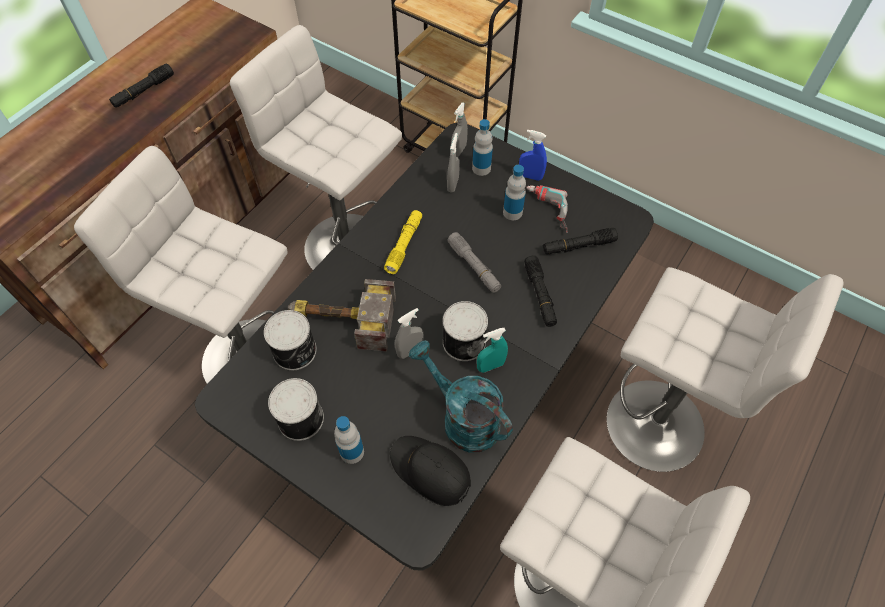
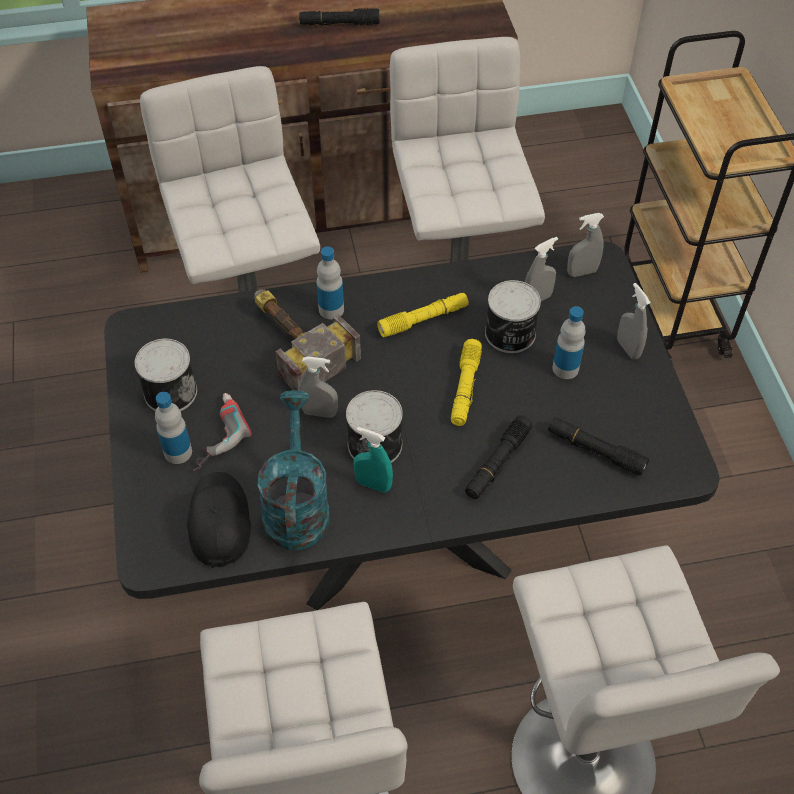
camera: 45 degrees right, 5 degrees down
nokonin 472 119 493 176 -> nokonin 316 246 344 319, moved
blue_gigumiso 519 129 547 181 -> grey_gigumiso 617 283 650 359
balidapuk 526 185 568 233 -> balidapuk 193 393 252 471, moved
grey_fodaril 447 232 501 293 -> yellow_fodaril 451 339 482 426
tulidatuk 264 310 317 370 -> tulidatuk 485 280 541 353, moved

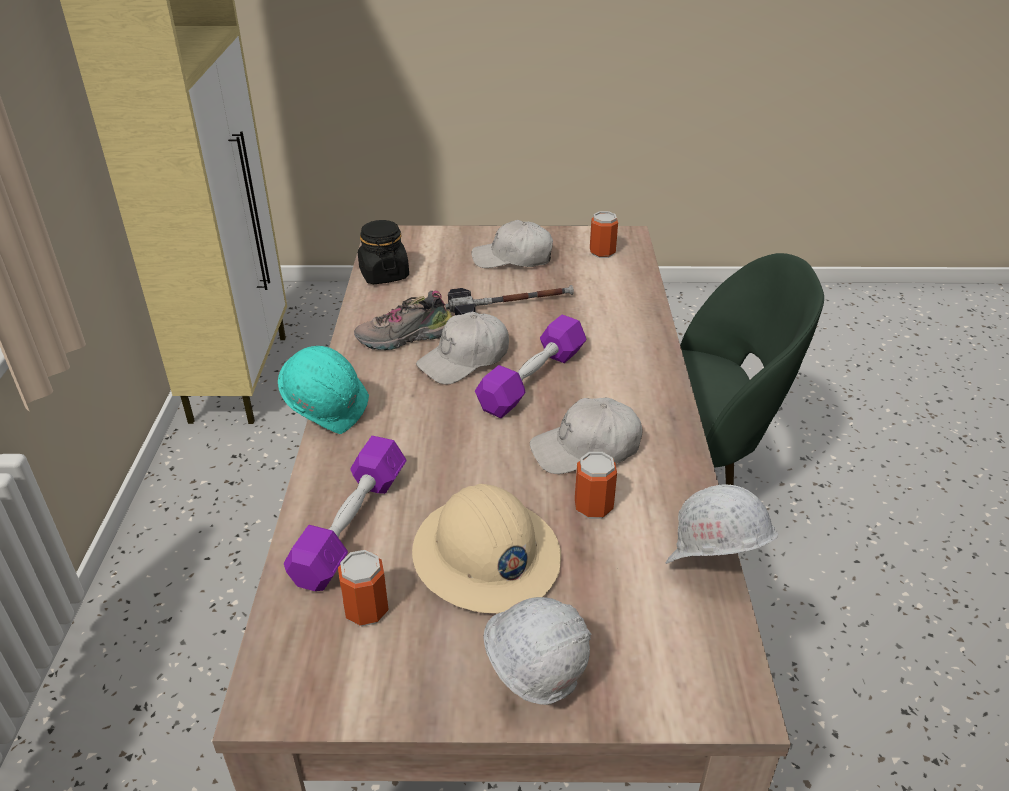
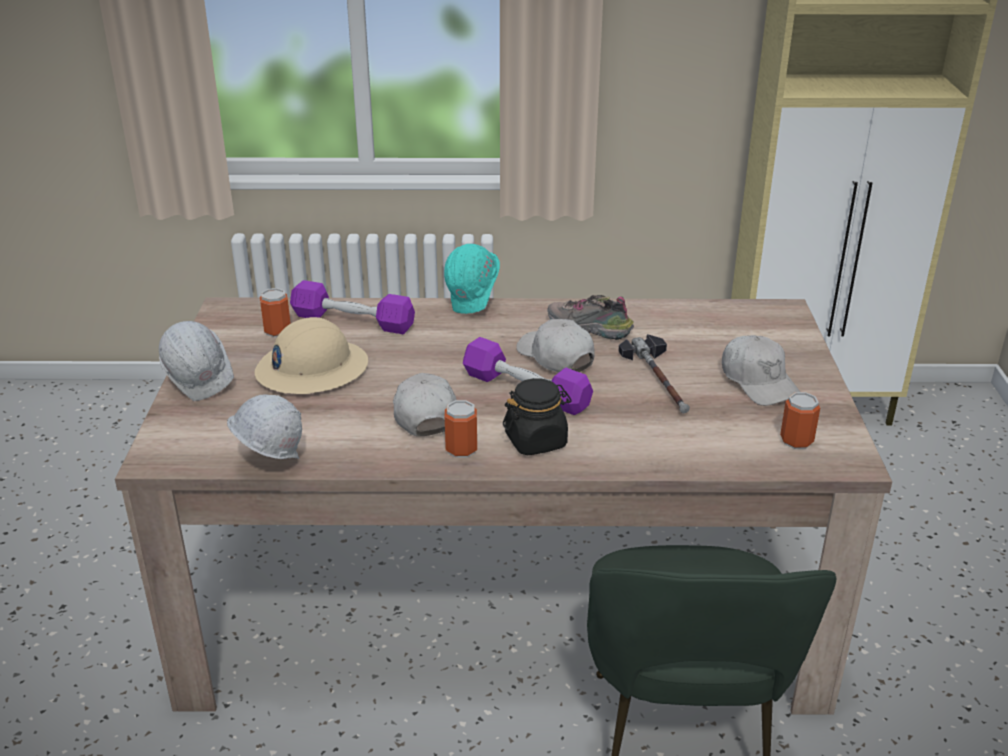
camera: 90 degrees right, 5 degrees down
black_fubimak 358 220 409 284 -> black_fubimak 503 378 572 455, moved
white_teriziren 472 220 553 268 -> white_teriziren 722 335 800 406, 150 degrees clockwise
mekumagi 354 291 452 350 -> mekumagi 547 295 634 340, 45 degrees counterclockwise
tulidatuk 575 452 617 519 -> tulidatuk 445 400 477 458, moved

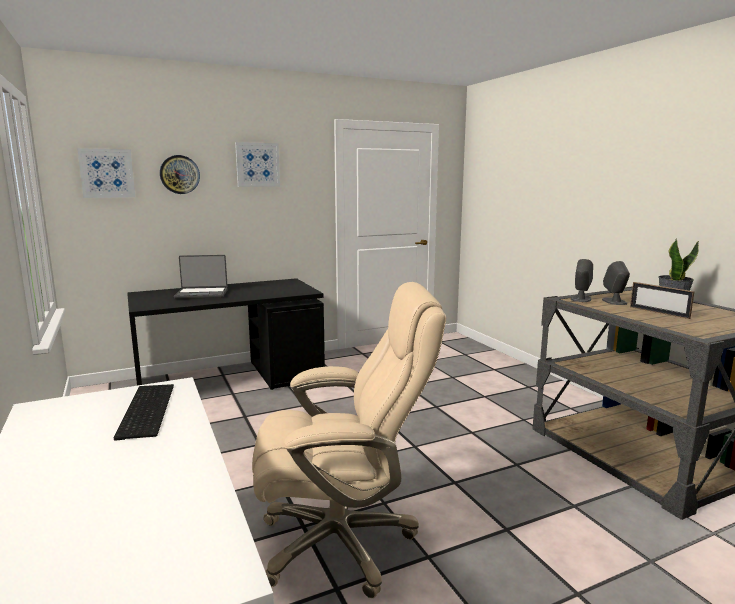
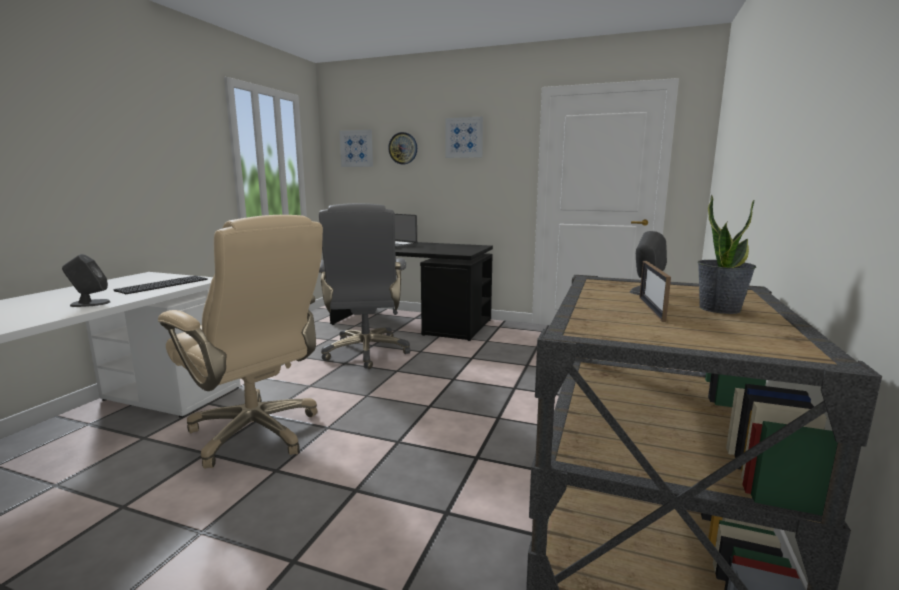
camera: 45 degrees right, 0 degrees up
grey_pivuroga 571 259 593 302 -> grey_pivuroga 62 254 111 307, moved
none -> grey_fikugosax 319 203 410 369

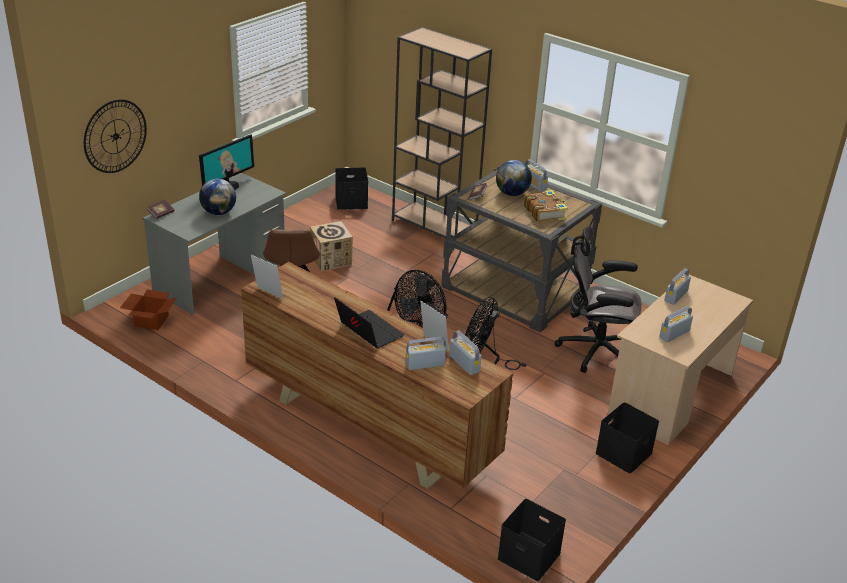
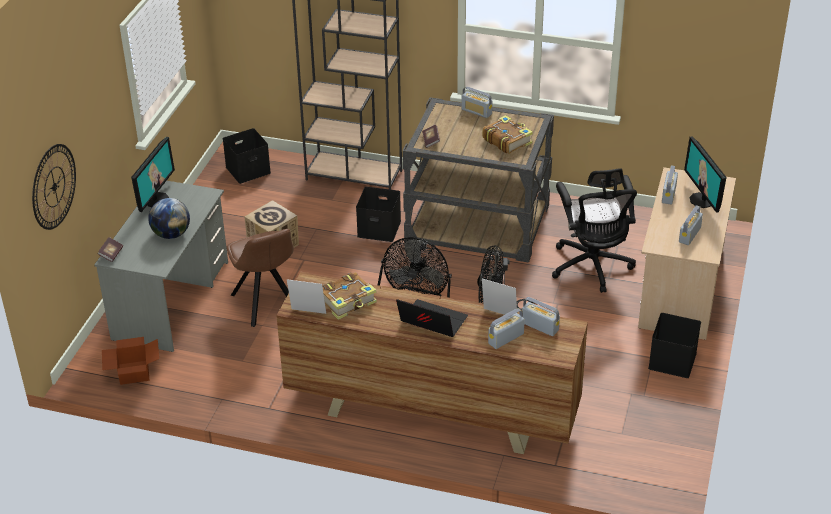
camera: 20 degrees left, 5 degrees up
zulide 496 160 532 196 -> none
fikugosax 555 227 642 373 -> fikugosax 552 168 637 293, 90 degrees counterclockwise
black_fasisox 498 499 566 581 -> black_fasisox 356 187 401 242, moved
none -> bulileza 684 136 726 213
none -> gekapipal 322 272 377 320

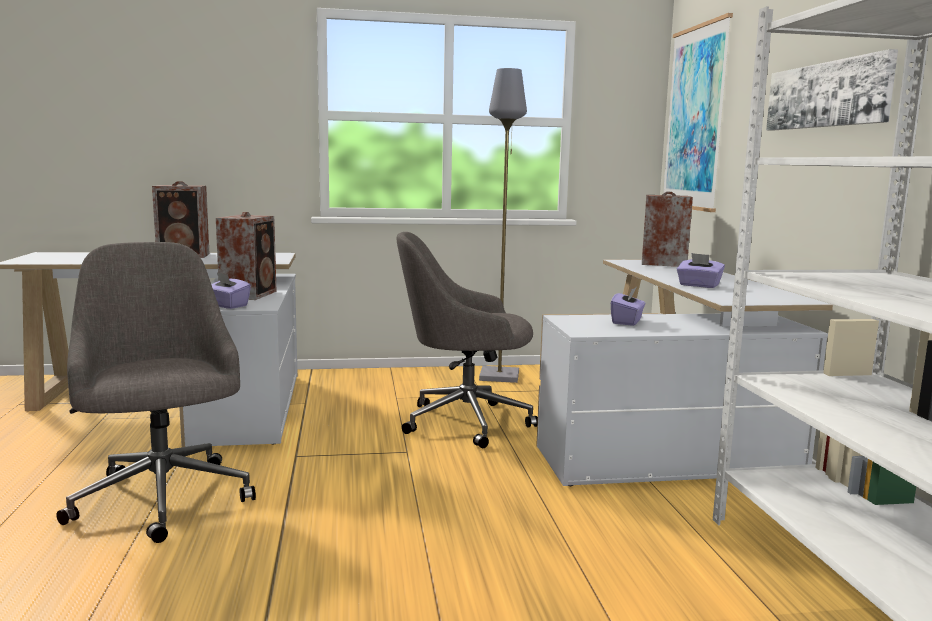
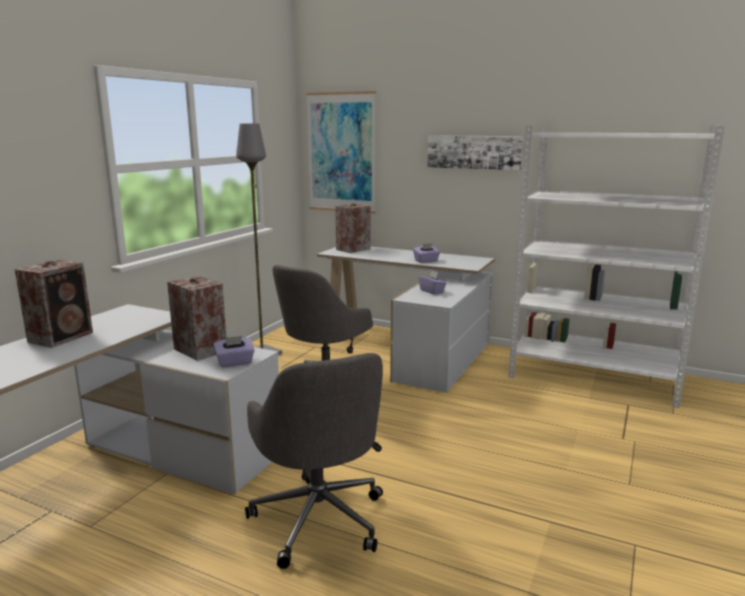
camera: 55 degrees left, 5 degrees up
grey_fikugosax 56 242 256 543 -> grey_fikugosax 245 353 383 569, 120 degrees counterclockwise

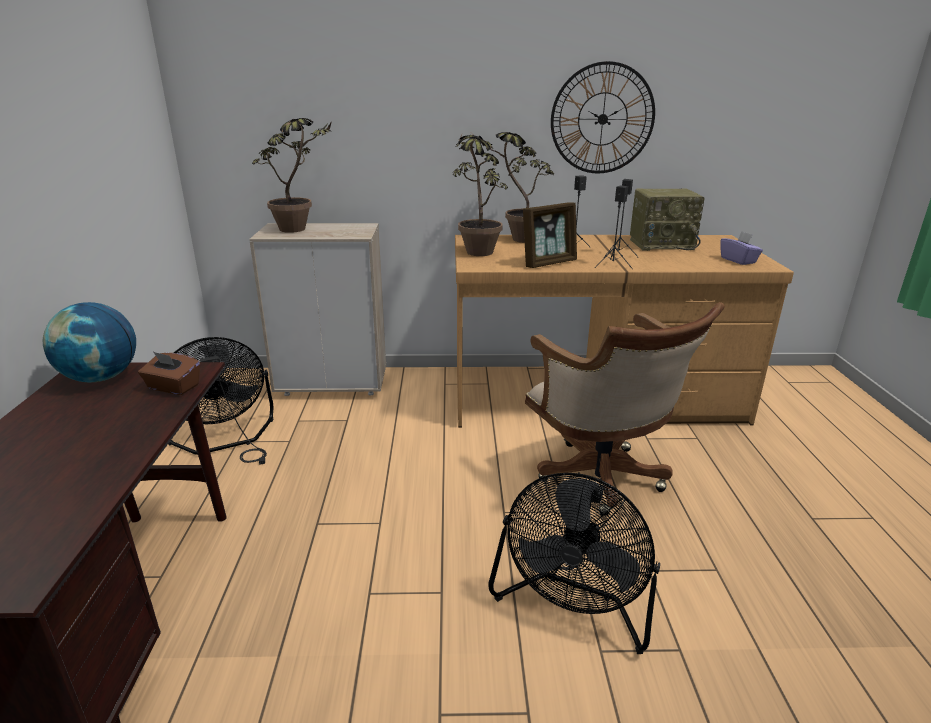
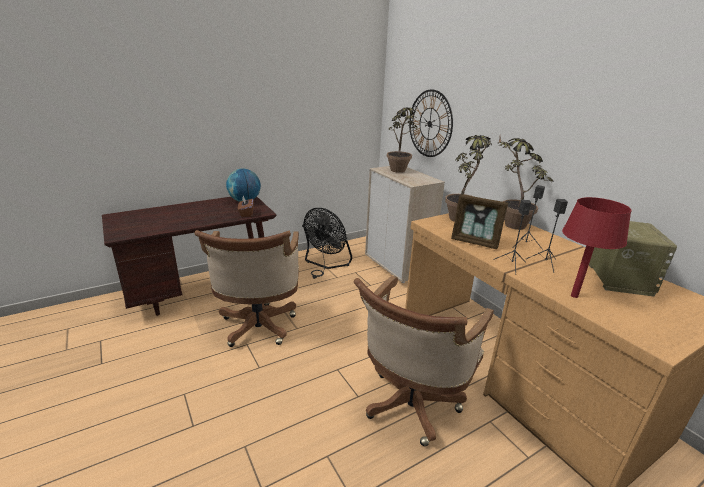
camera: 60 degrees right, 0 degrees up
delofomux 551 61 655 173 -> delofomux 409 89 453 157, moved
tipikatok 630 188 705 251 -> tipikatok 589 221 677 297, 135 degrees counterclockwise
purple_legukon 720 231 763 265 -> none
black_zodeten 488 472 660 654 -> none
none -> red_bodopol 562 197 632 298
none -> fikugosax 194 230 299 347

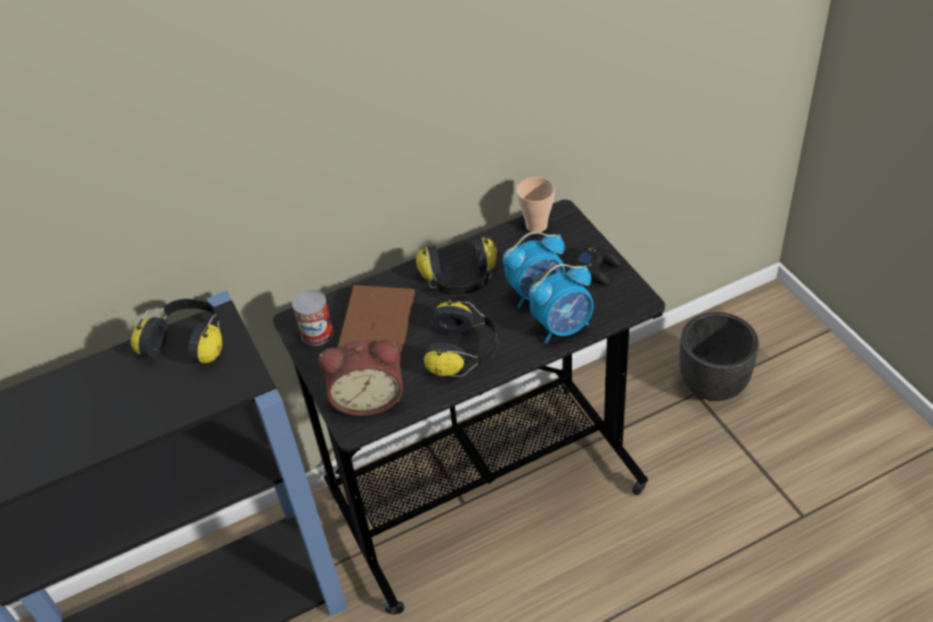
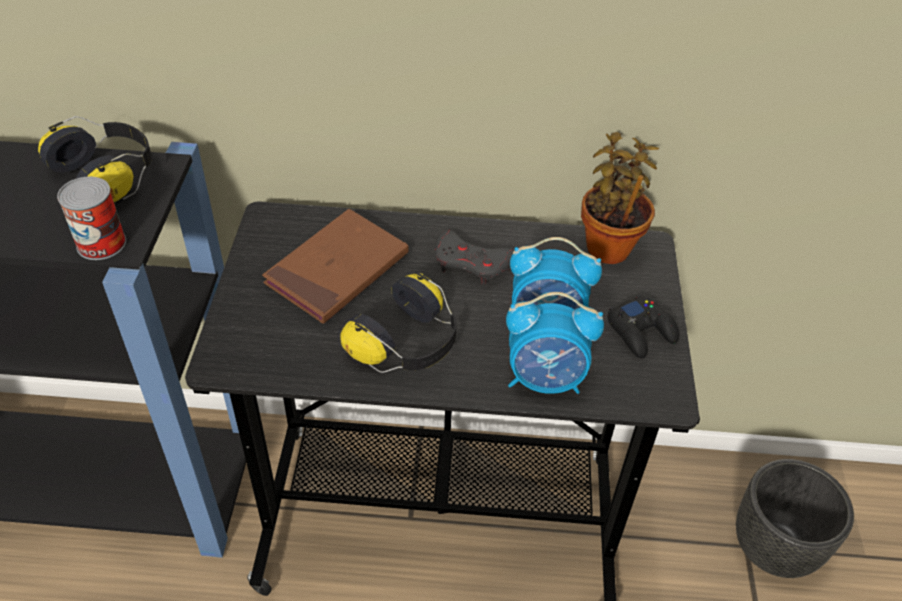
camera: 25 degrees right, 0 degrees up
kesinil 516 177 555 232 -> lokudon 581 132 659 264
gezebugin 416 237 497 296 -> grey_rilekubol 435 230 514 285
tulidatuk 292 290 334 346 -> tulidatuk 57 176 126 260, moved
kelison 318 340 403 416 -> none

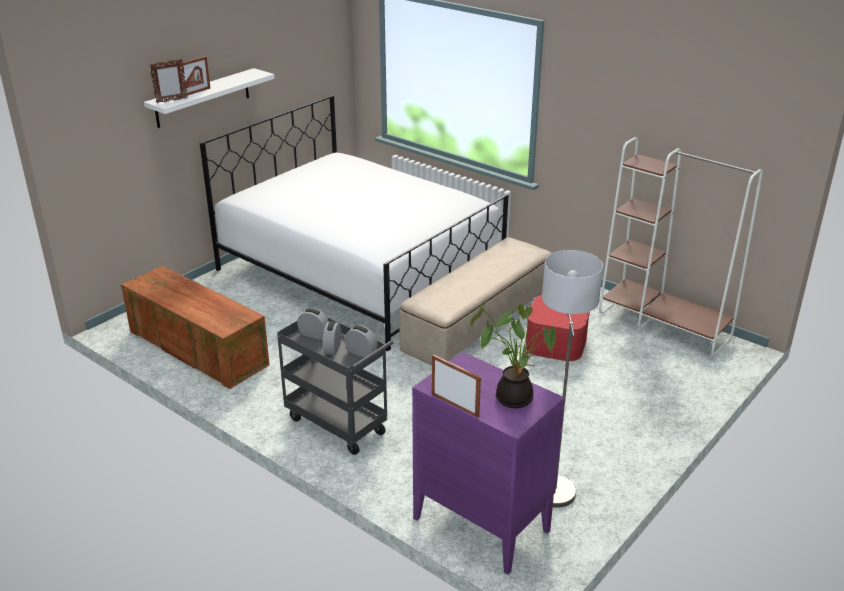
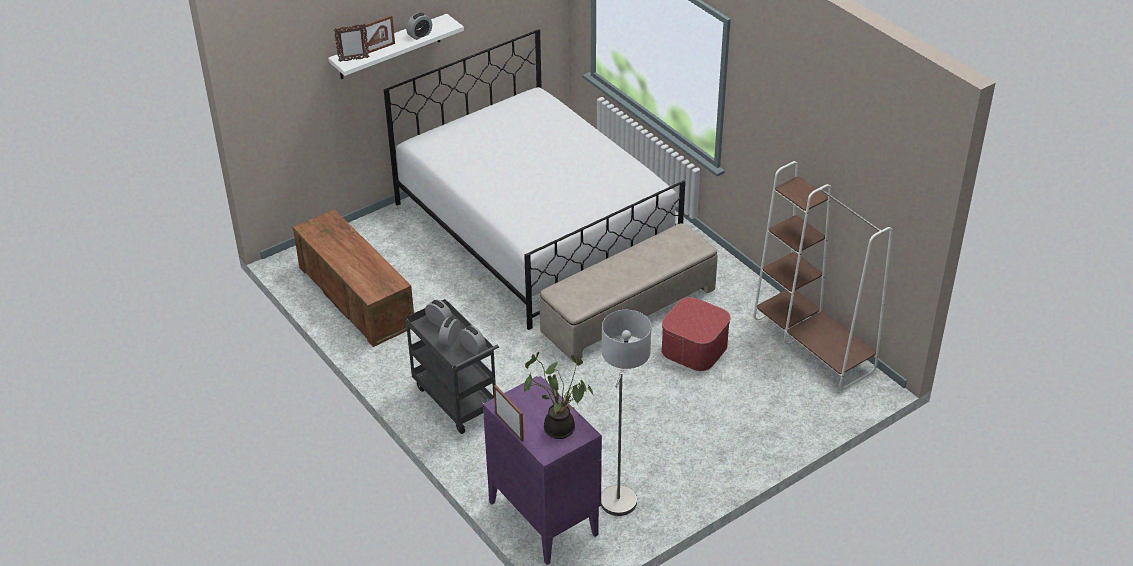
camera: 15 degrees right, 10 degrees up
none -> kelison 406 13 432 40

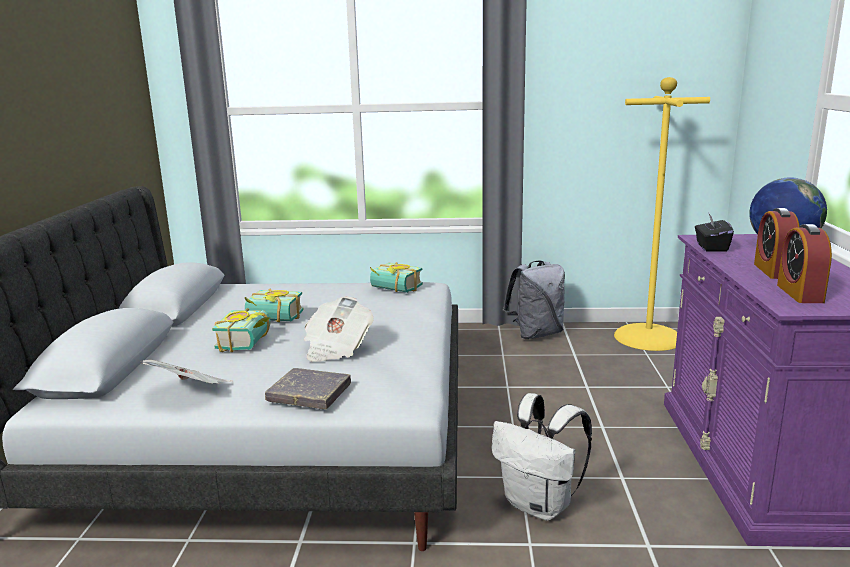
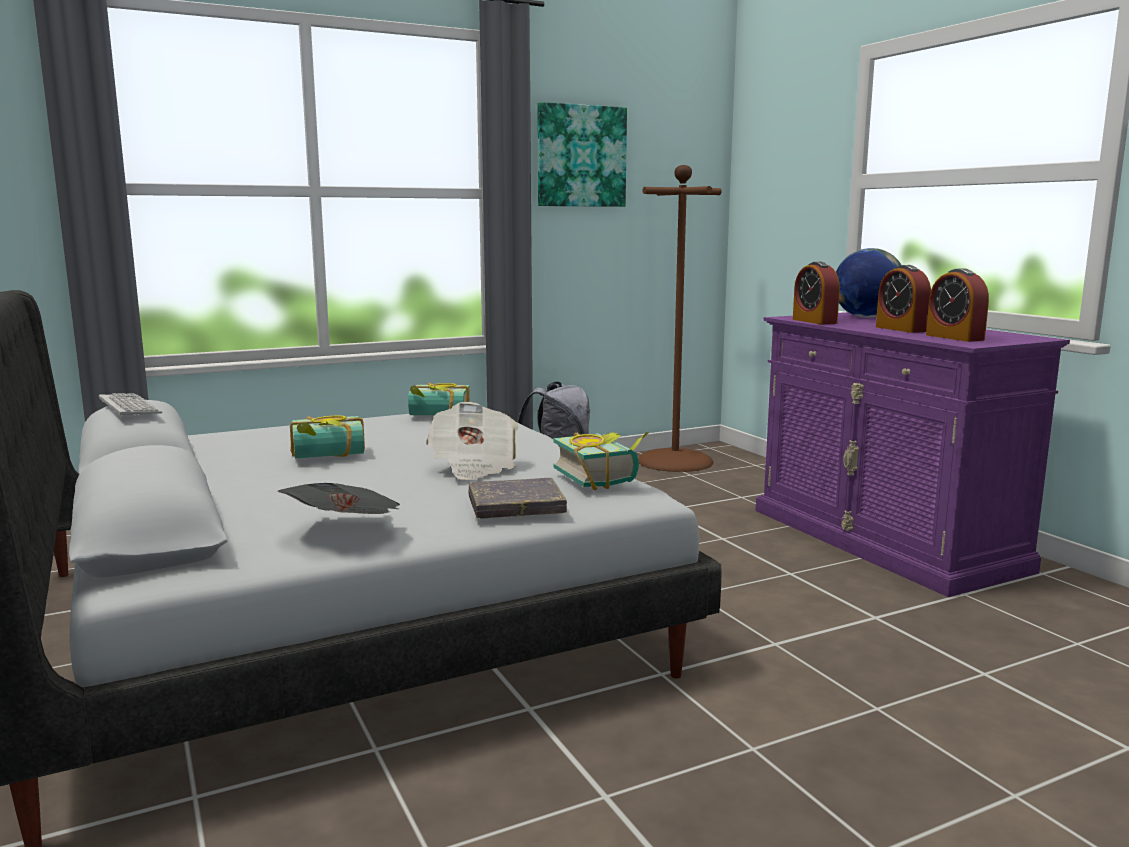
camera: 30 degrees left, 5 degrees down
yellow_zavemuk 614 77 710 351 -> brown_zavemuk 638 165 722 472
black_legukon 695 212 734 252 -> kelison 793 262 840 325
gekapipal 212 308 271 352 -> gekapipal 554 432 648 490, moved
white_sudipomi 491 393 592 520 -> none
none -> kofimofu 537 102 627 207
none -> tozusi 99 393 162 417

